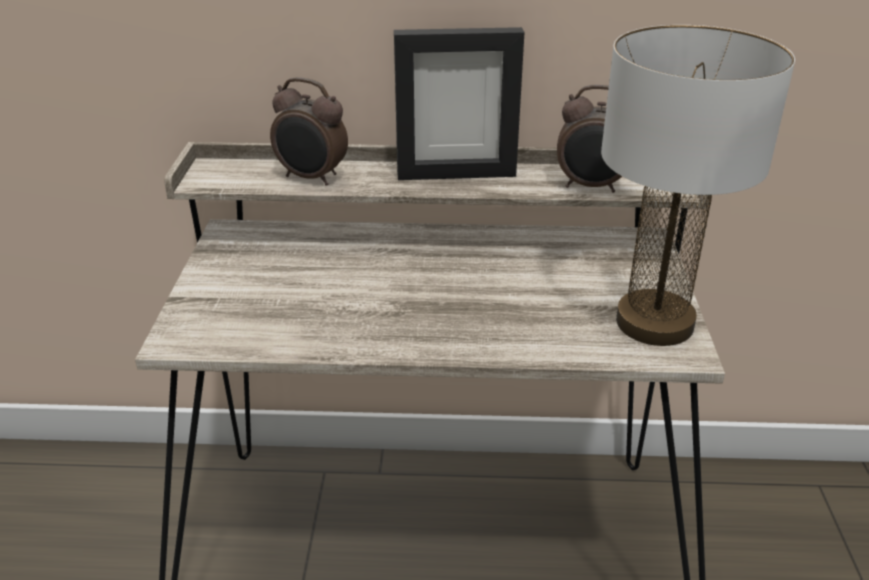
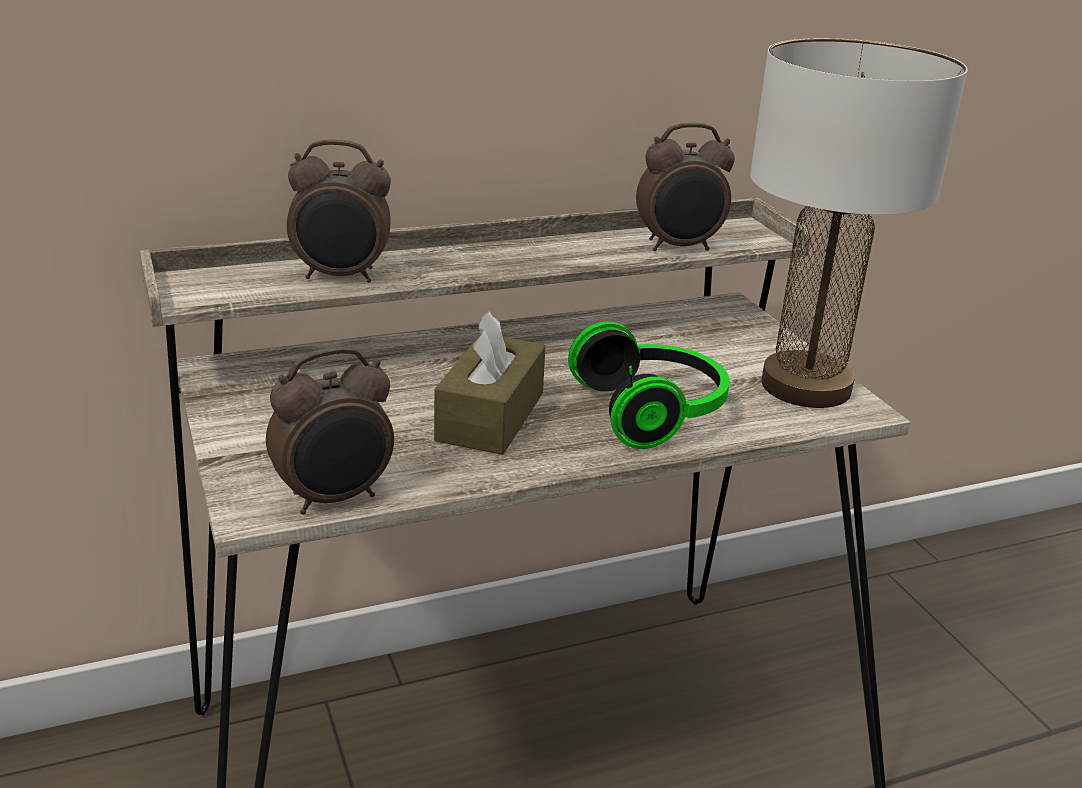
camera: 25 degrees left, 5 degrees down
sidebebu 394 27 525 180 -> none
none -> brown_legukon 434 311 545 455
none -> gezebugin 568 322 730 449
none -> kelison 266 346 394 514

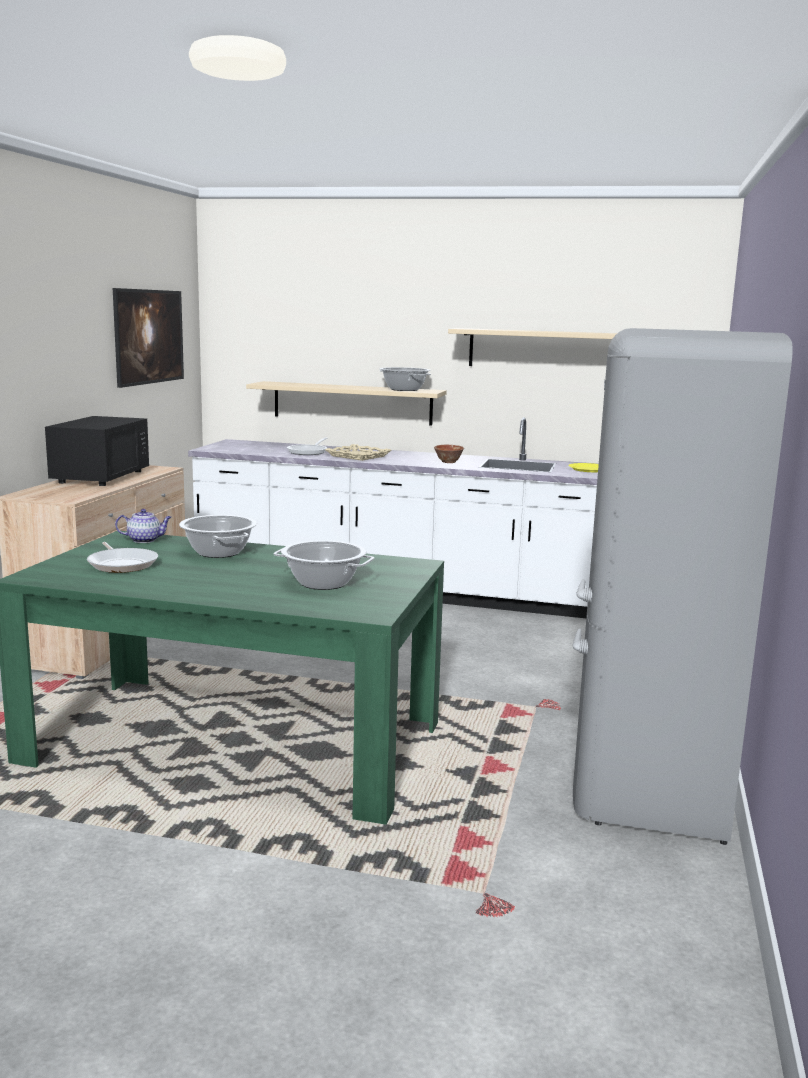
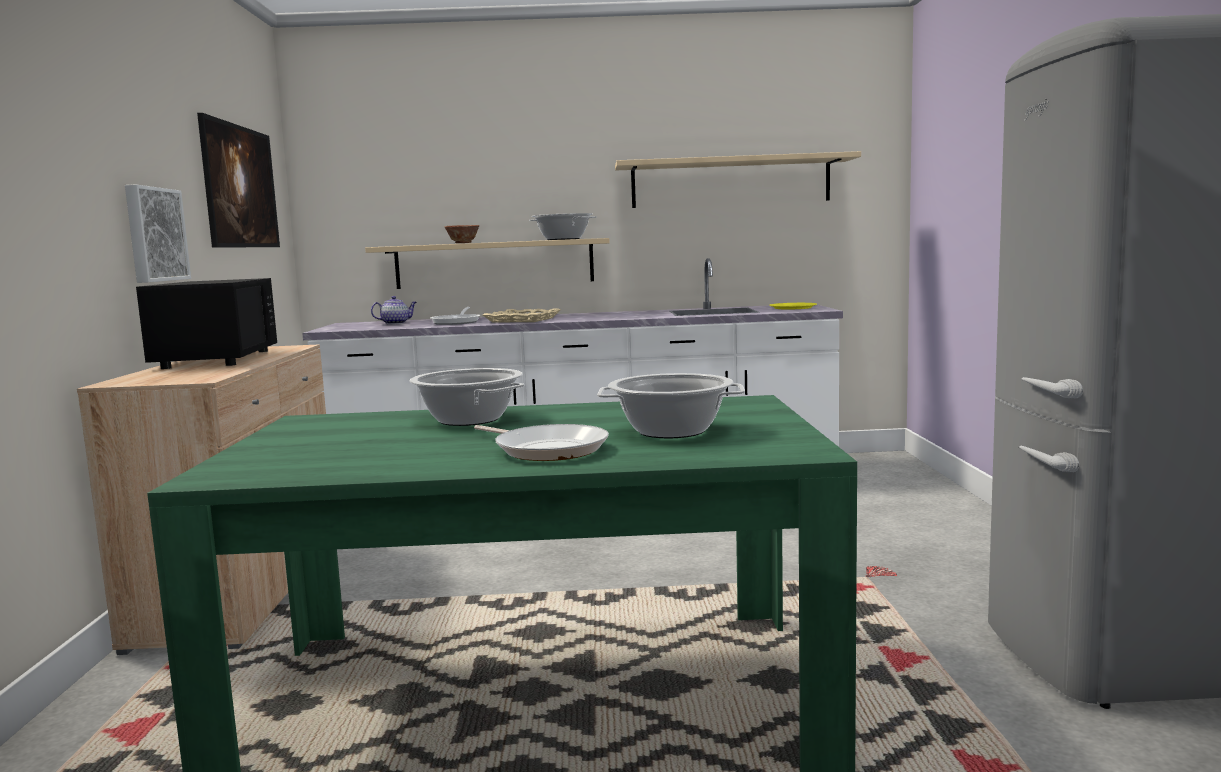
camera: 15 degrees left, 5 degrees down
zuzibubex 434 445 464 463 -> zuzibubex 445 225 479 243, moved
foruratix 115 509 172 543 -> foruratix 371 296 417 324, moved
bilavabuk 87 542 158 573 -> bilavabuk 474 424 609 461, moved
none -> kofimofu 125 184 191 283

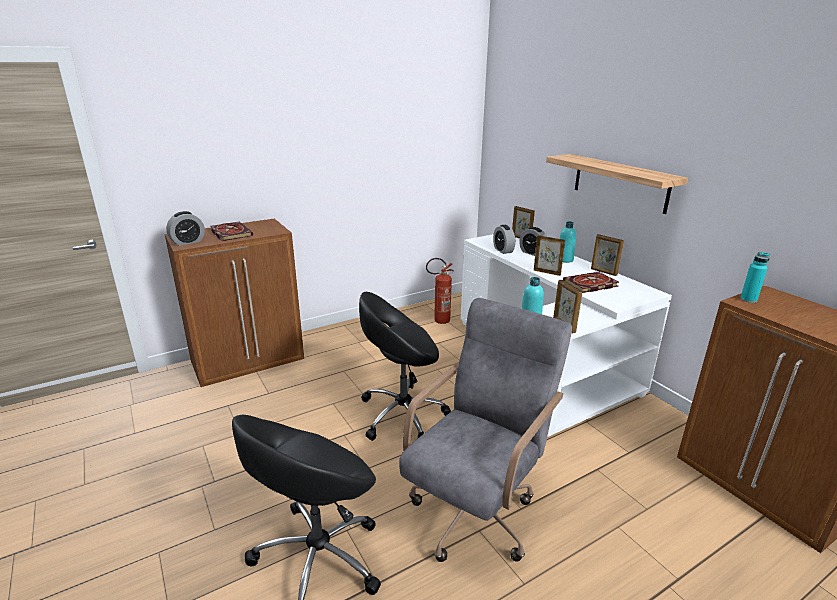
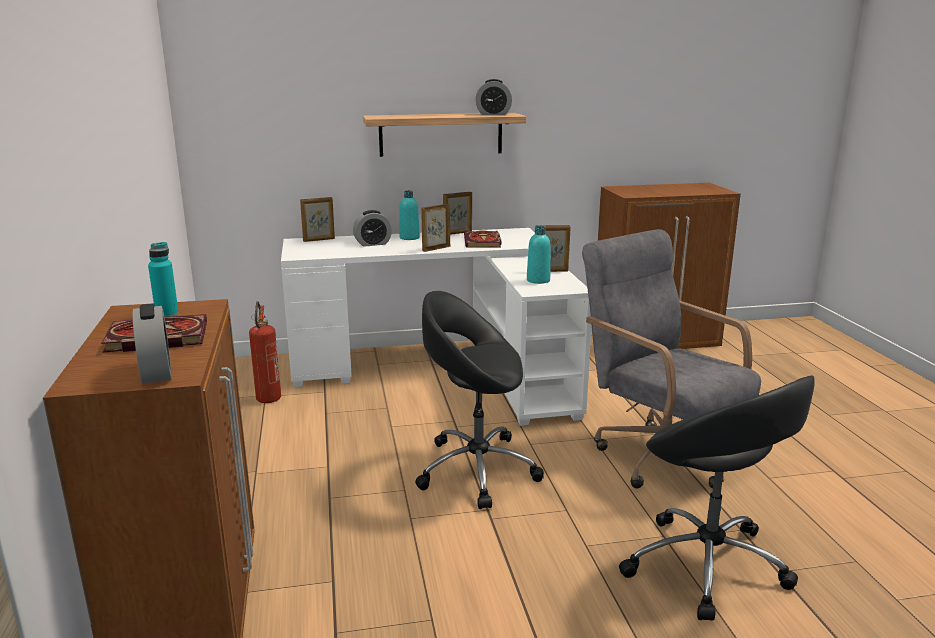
camera: 70 degrees left, 5 degrees down
kelison 493 225 515 254 -> kelison 475 79 512 115, moved
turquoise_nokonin 740 252 770 303 -> turquoise_nokonin 148 242 179 317, moved
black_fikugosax 359 292 451 441 -> black_fikugosax 415 291 544 509, 90 degrees clockwise

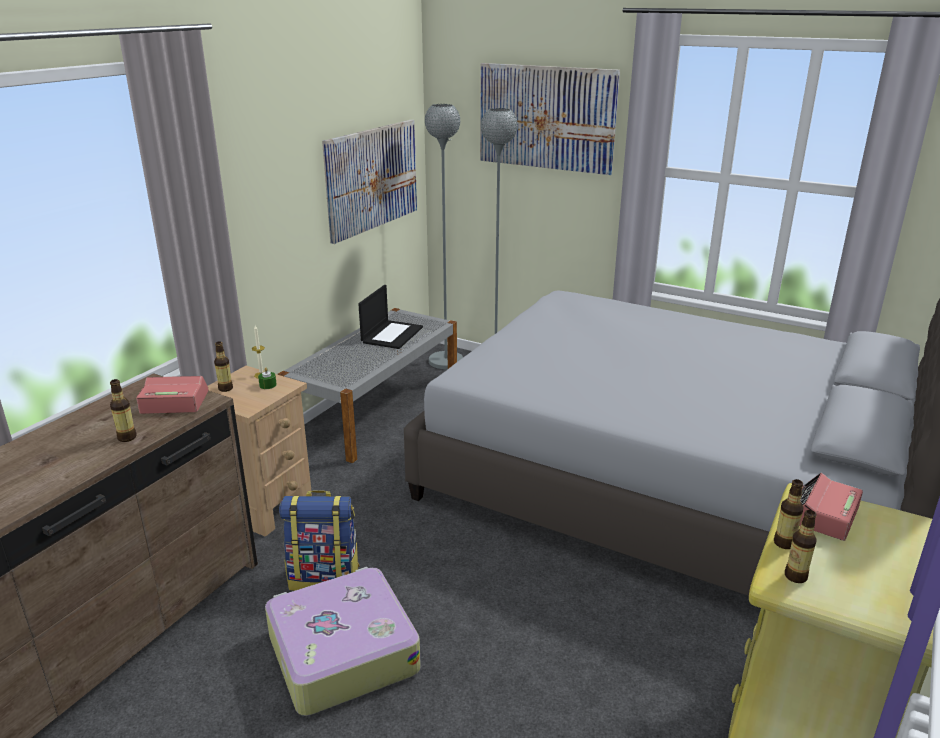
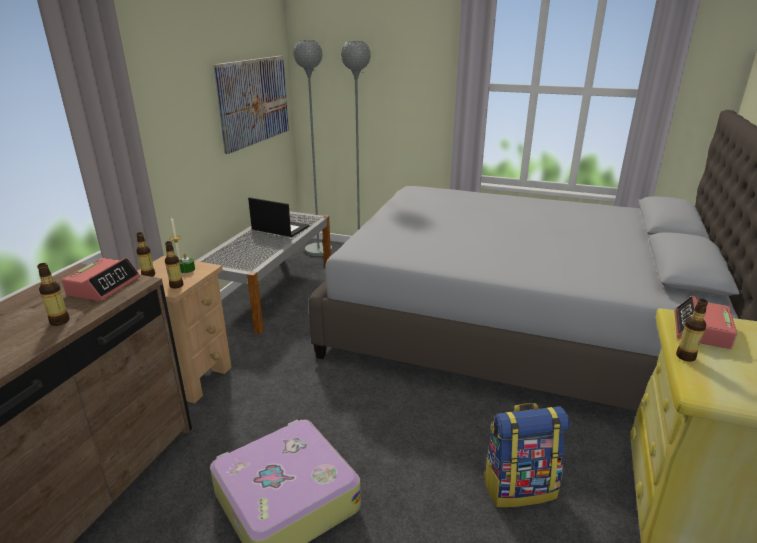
camera: 10 degrees left, 0 degrees up
kofimofu 480 63 620 175 -> none
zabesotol 358 285 423 349 -> zabesotol 248 197 309 237, 75 degrees counterclockwise
kelison 136 376 208 414 -> kelison 62 258 140 301, 120 degrees clockwise
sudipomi 279 490 360 591 -> sudipomi 483 403 570 507, moved
nokonin 785 510 817 583 -> nokonin 165 241 184 289, moved

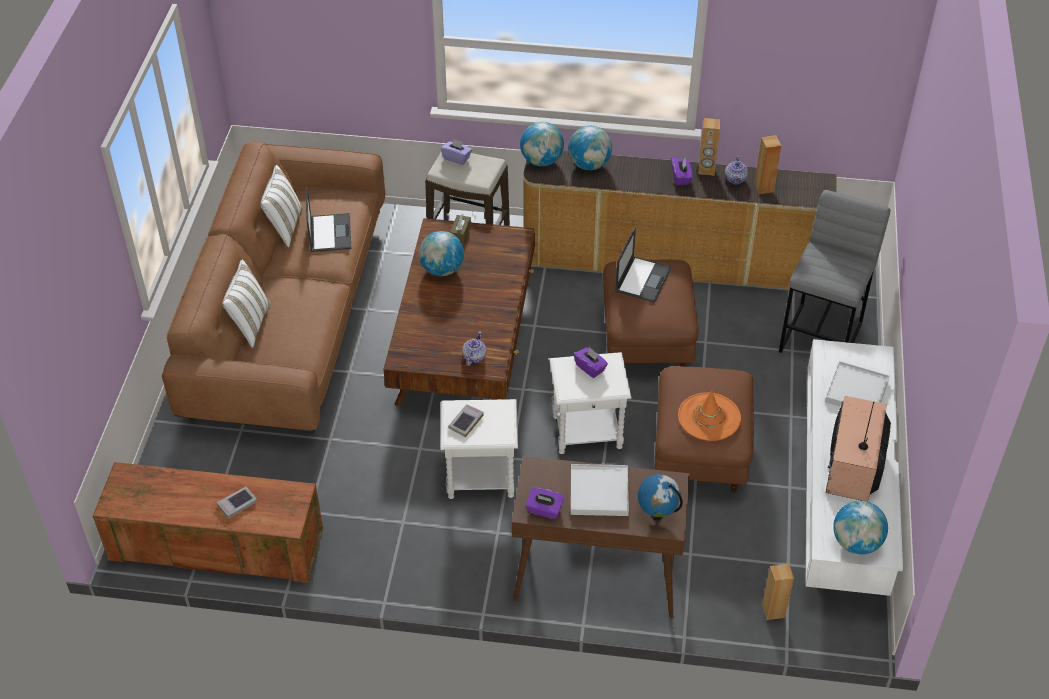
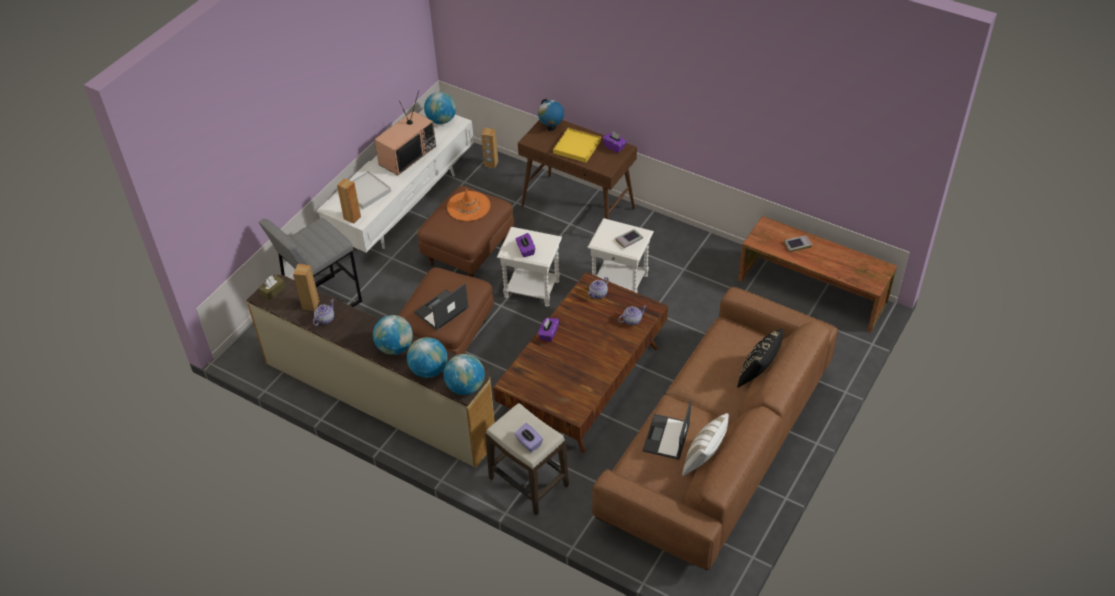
camera: 155 degrees left, 0 degrees up
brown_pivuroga 698 118 720 175 -> brown_pivuroga 337 178 361 224, moved
purple_legukon 672 158 693 185 -> purple_legukon 538 318 559 342, moved
brown_legukon 450 214 471 243 -> brown_legukon 259 275 286 301, moved
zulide 419 231 464 276 -> zulide 373 315 413 355, moved
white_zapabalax 222 260 271 348 -> black_zapabalax 737 329 783 388
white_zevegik 571 464 629 516 -> yellow_zevegik 553 128 601 163
none -> foruratix 618 305 647 325

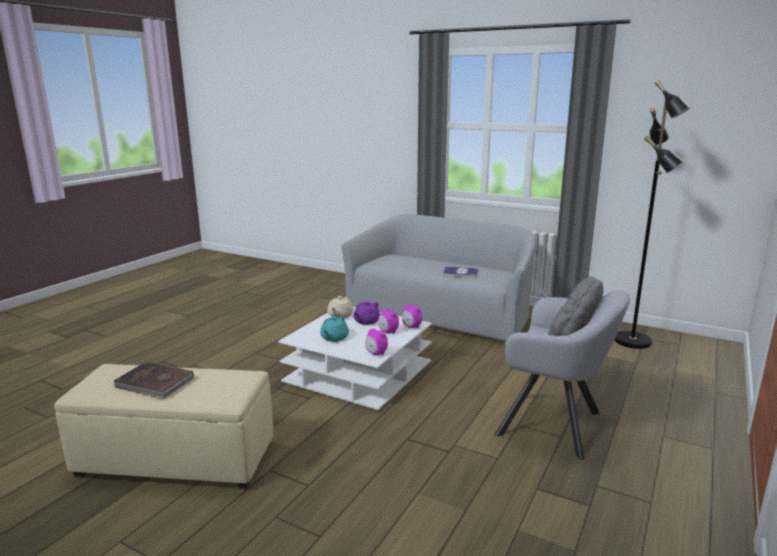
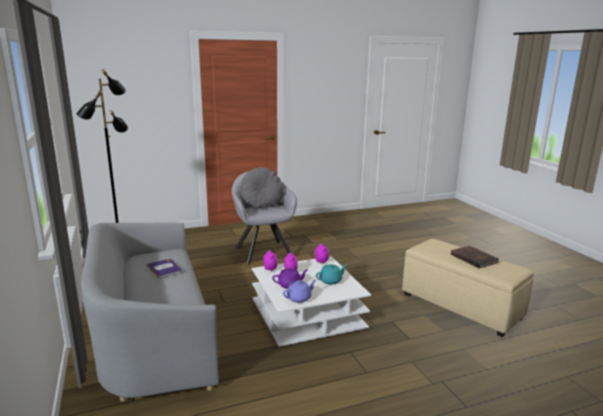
camera: 140 degrees left, 0 degrees up
beige_foruratix 327 296 353 318 -> purple_foruratix 283 280 316 303

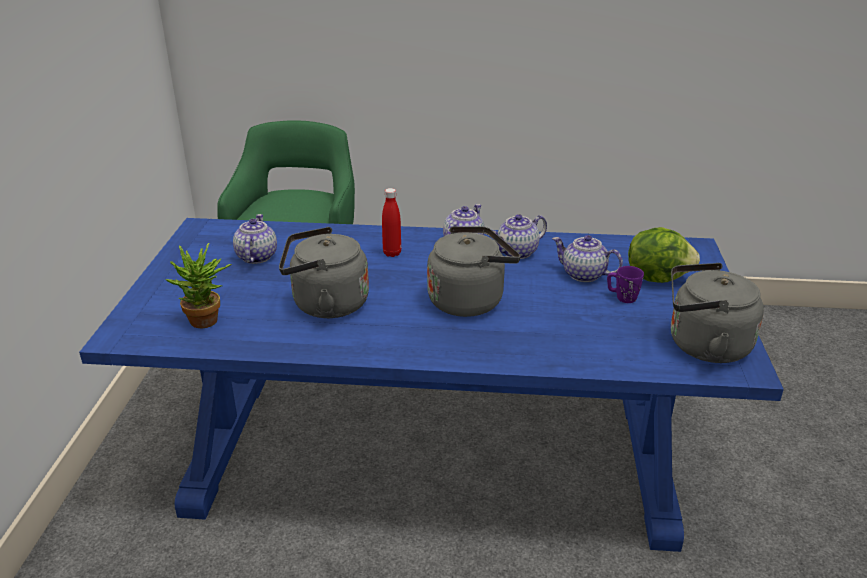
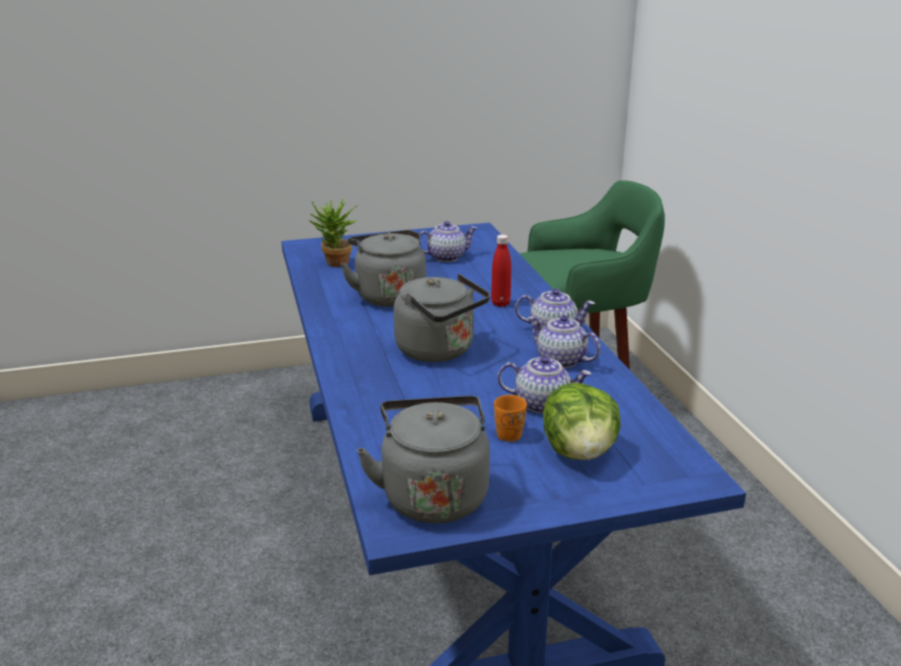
camera: 70 degrees right, 5 degrees down
foruratix 552 235 623 282 -> foruratix 498 356 591 413, 90 degrees clockwise
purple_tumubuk 607 266 644 303 -> orange_tumubuk 494 395 527 442

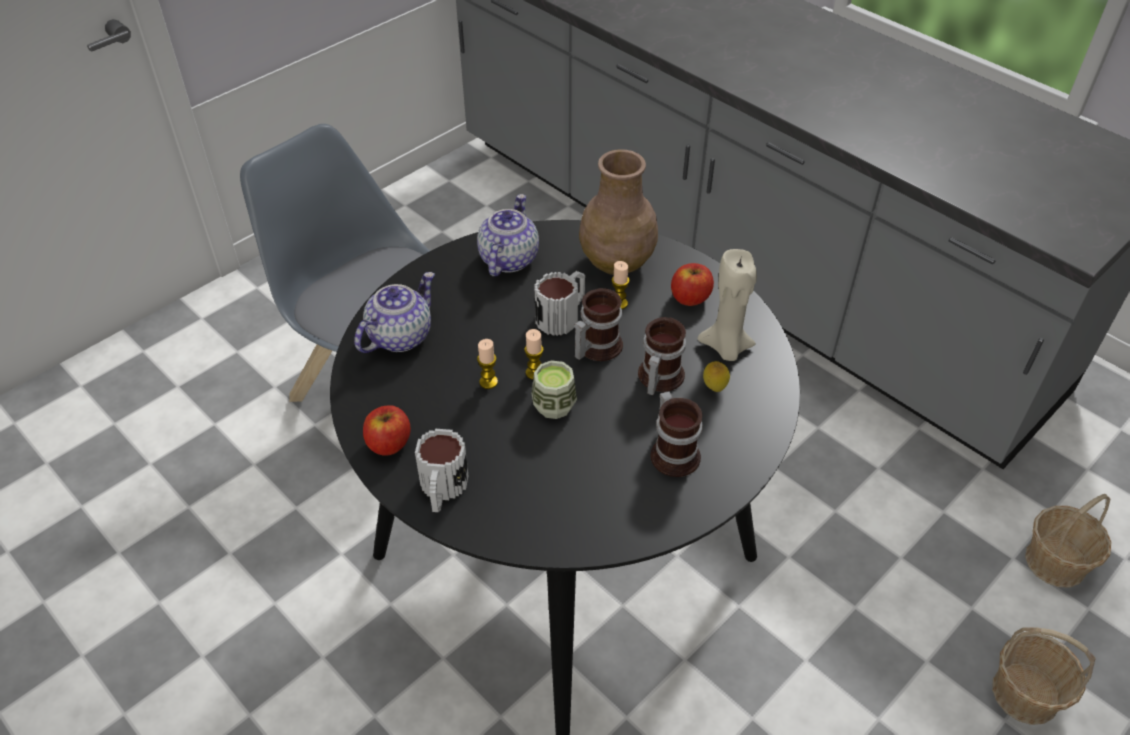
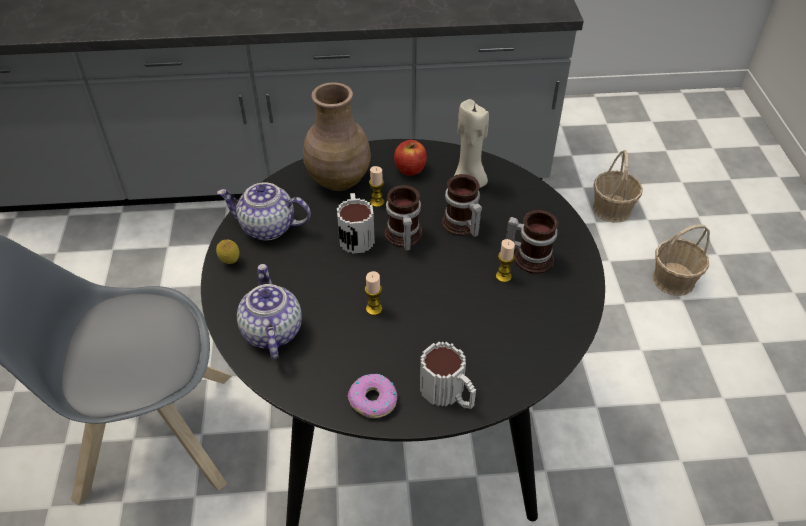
camera: 50 degrees left, 0 degrees up
foruratix 477 194 539 277 -> foruratix 217 182 311 241, 45 degrees counterclockwise
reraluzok 524 329 544 379 -> reraluzok 496 239 515 283, moved
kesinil 532 360 577 419 -> none
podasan 703 361 730 392 -> podasan 216 239 239 264, moved
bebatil 363 405 411 456 -> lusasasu 347 374 397 418

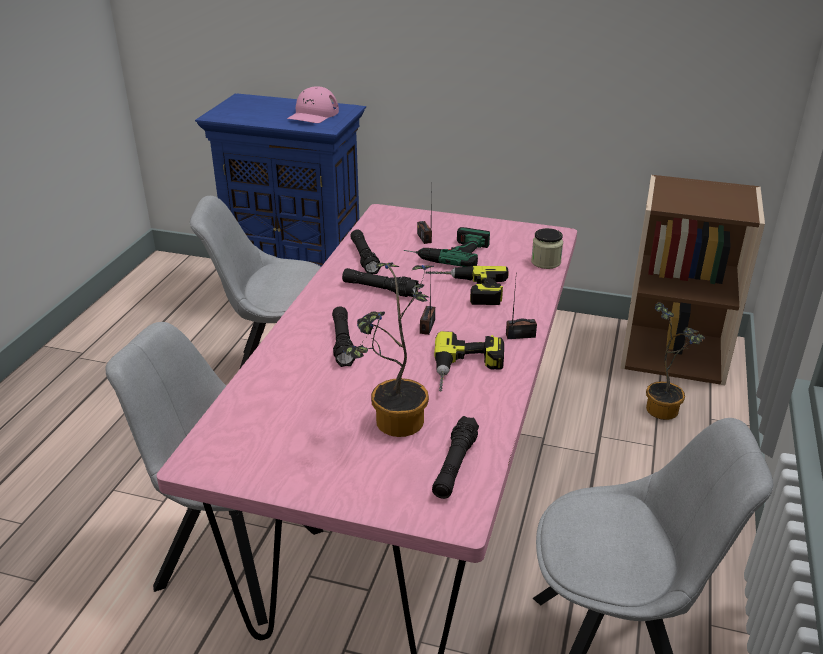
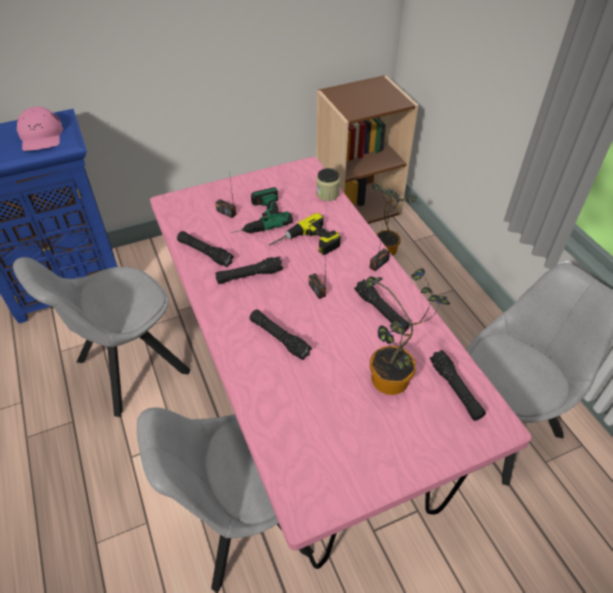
camera: 40 degrees left, 15 degrees up
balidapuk 434 331 504 392 -> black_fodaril 354 279 410 332

